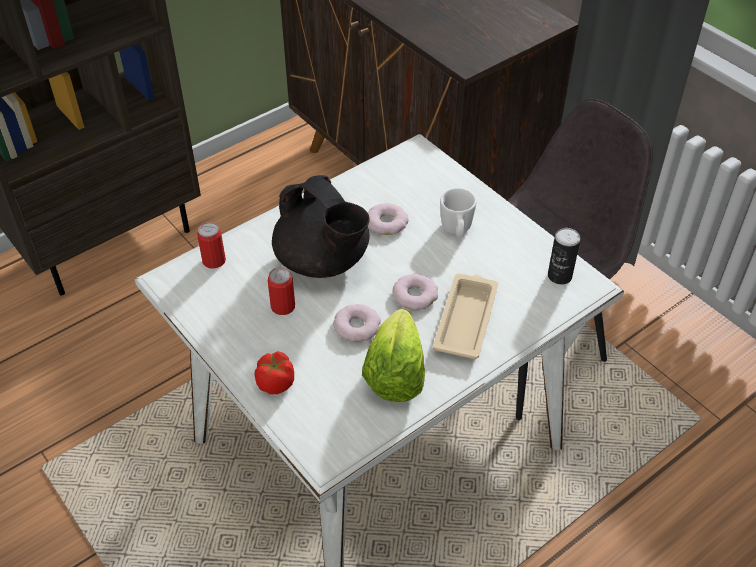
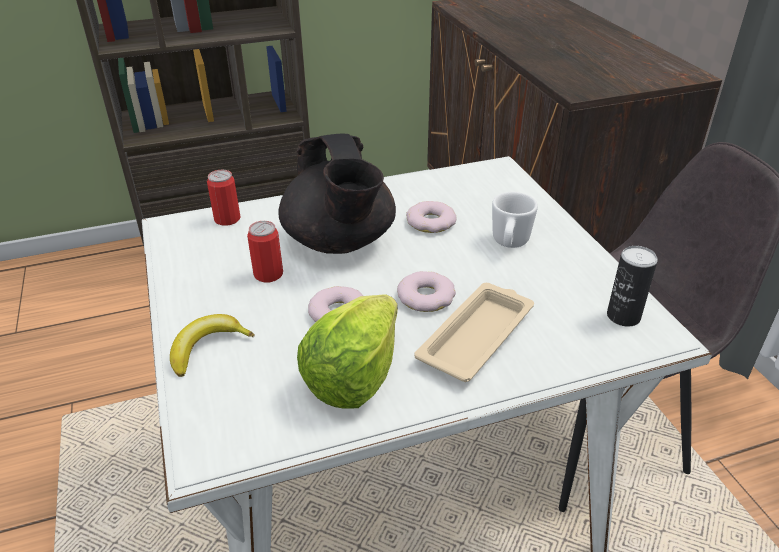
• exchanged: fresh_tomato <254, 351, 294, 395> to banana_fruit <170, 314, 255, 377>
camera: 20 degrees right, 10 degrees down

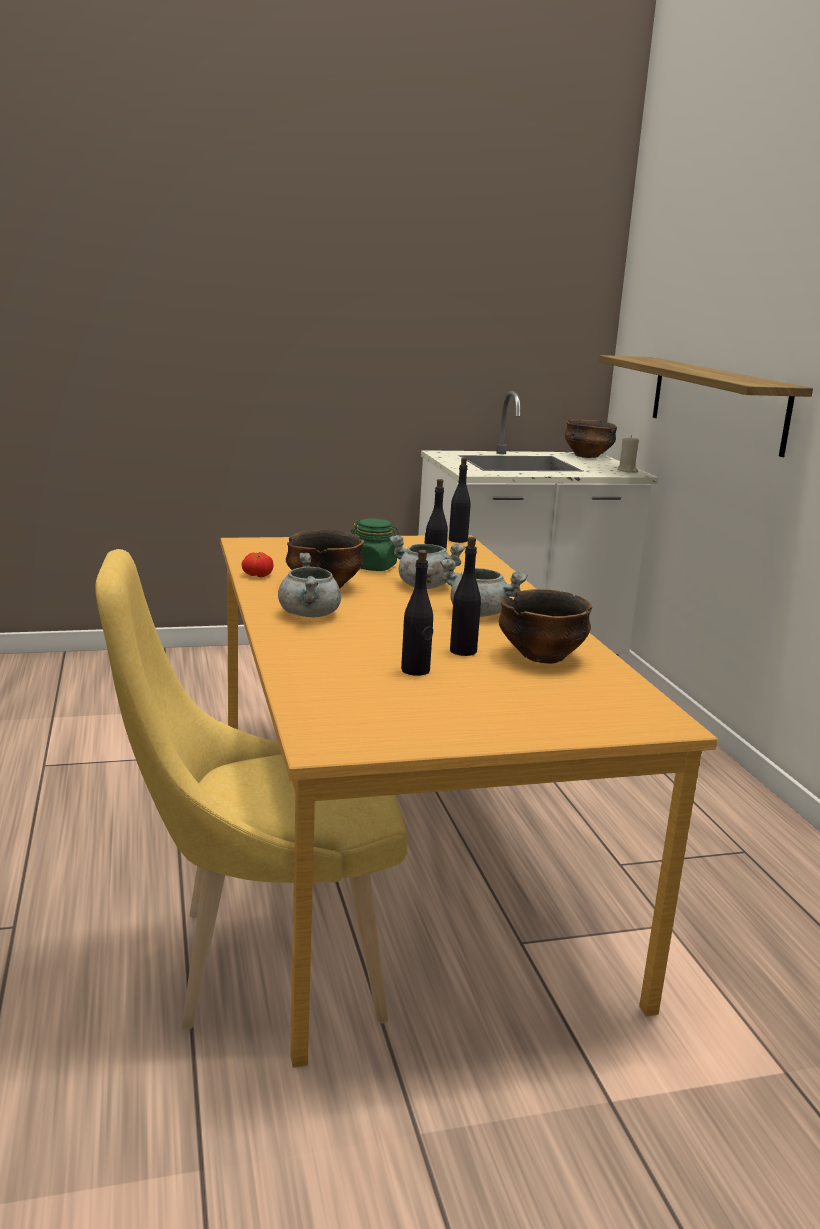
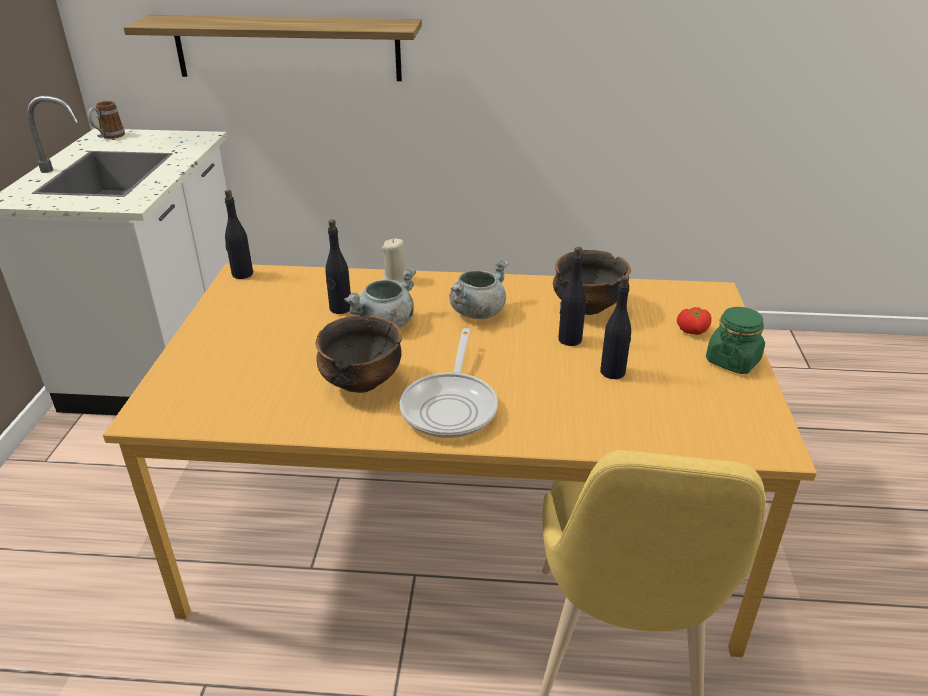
• exchanged: bowl <565, 420, 617, 458> to tea_mug <88, 101, 125, 139>
• relocated: beige_wax_light <617, 435, 639, 473> to <382, 239, 405, 283>
• exchanged: greyish_stockpot <278, 553, 341, 617> to pan <400, 328, 498, 438>
• relocated: fresh_tomato <242, 552, 274, 577> to <677, 307, 711, 335>
• relocated: green-coloured_preserve_jar <351, 519, 400, 571> to <706, 307, 765, 374>
camera: 70 degrees left, 15 degrees up

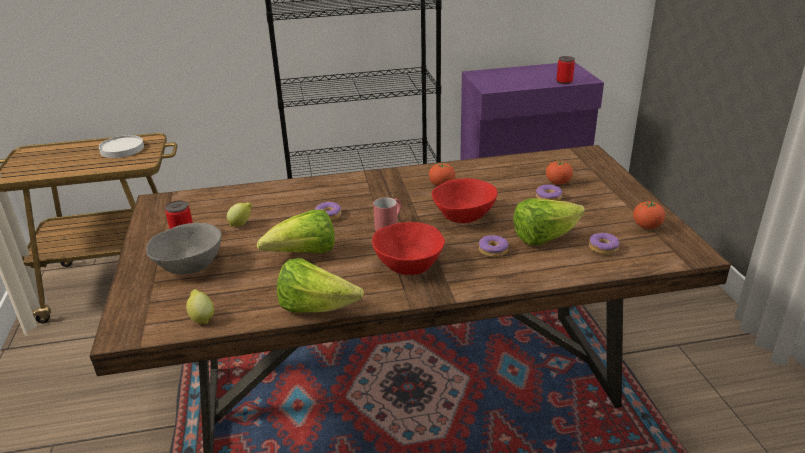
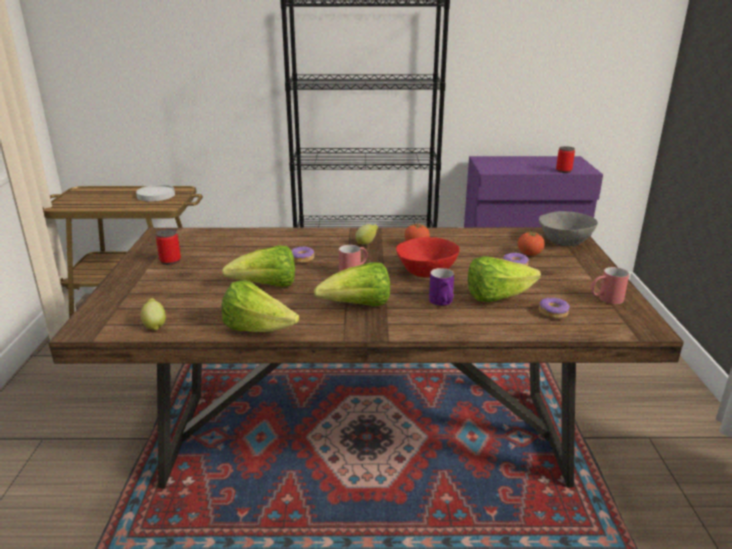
• exchanged: reddish_bowl <372, 222, 445, 275> to lettuce_head <314, 262, 390, 307>
• relocated: citrus_fruit <227, 202, 252, 227> to <355, 224, 378, 245>
• exchanged: doughnut <479, 235, 508, 258> to purple_tea_mug <429, 268, 454, 306>
• relocated: greyish_bowl <146, 223, 222, 274> to <539, 211, 598, 246>
• exchanged: fresh_tomato <633, 201, 665, 229> to reddish_tea_mug <590, 267, 629, 304>
camera: 10 degrees right, 5 degrees down

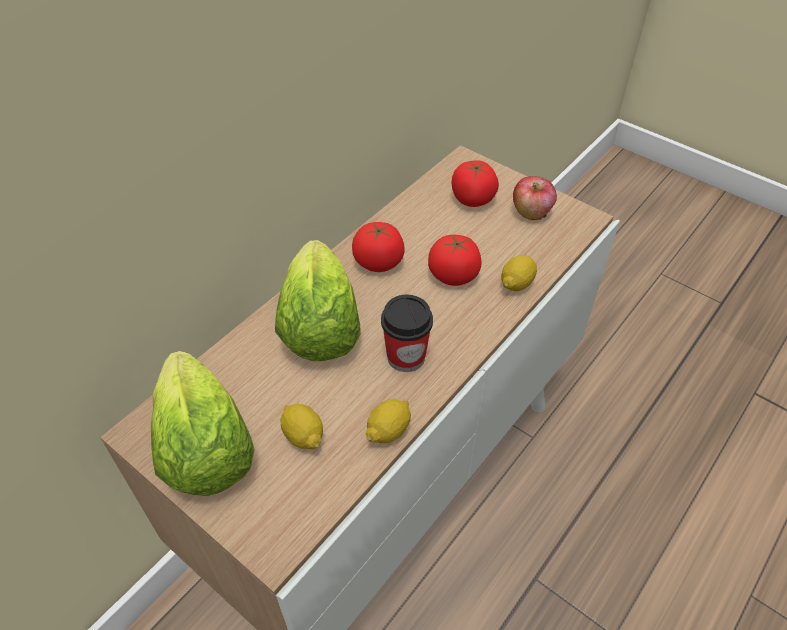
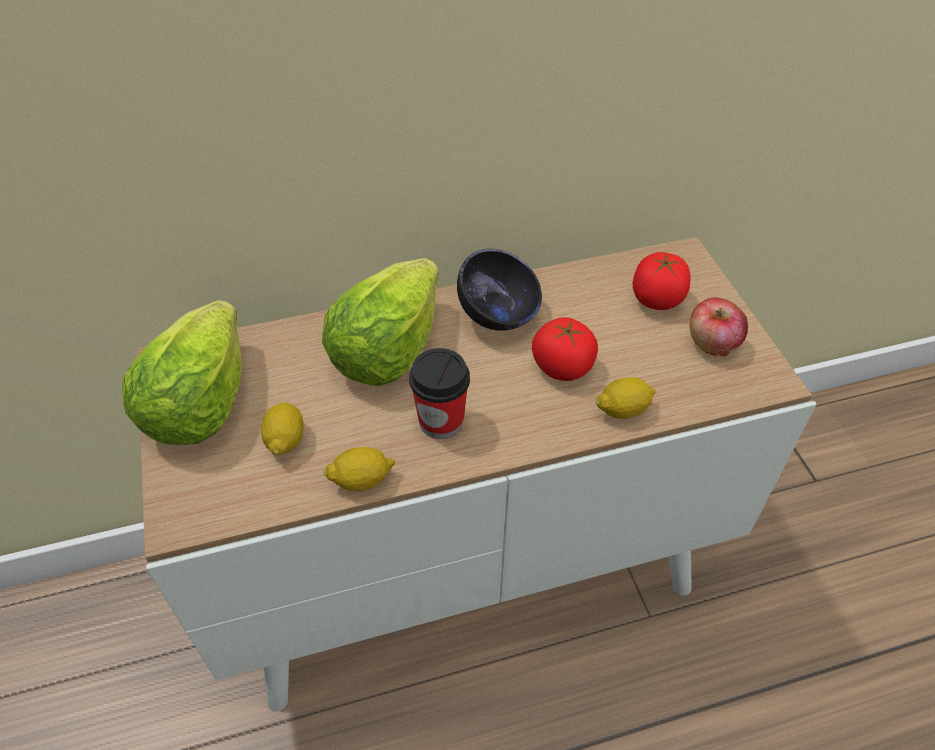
• exchanged: fresh_tomato <352, 222, 404, 272> to blackish_bowl <457, 249, 542, 331>
camera: 35 degrees right, 0 degrees up

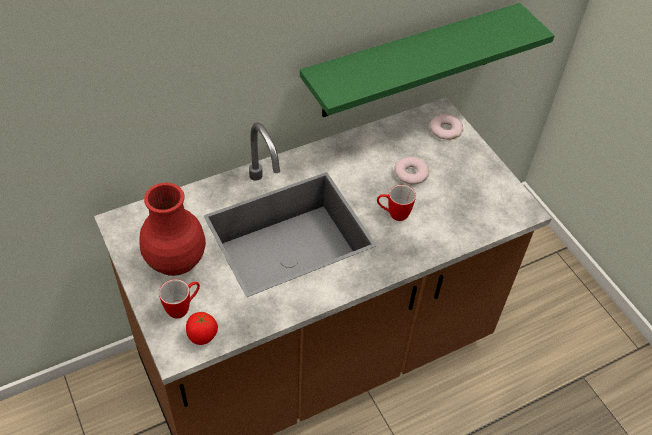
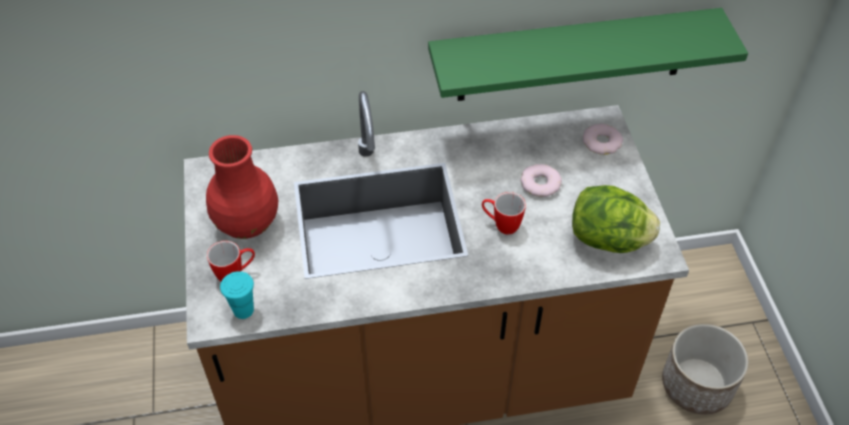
• exchanged: fresh_tomato <186, 312, 218, 345> to turquoise-coloured_drinking_cup <220, 271, 254, 319>
• appeared: lettuce_head <572, 185, 660, 253>
• appeared: flower_pot <662, 324, 749, 414>
camera: 20 degrees right, 0 degrees up

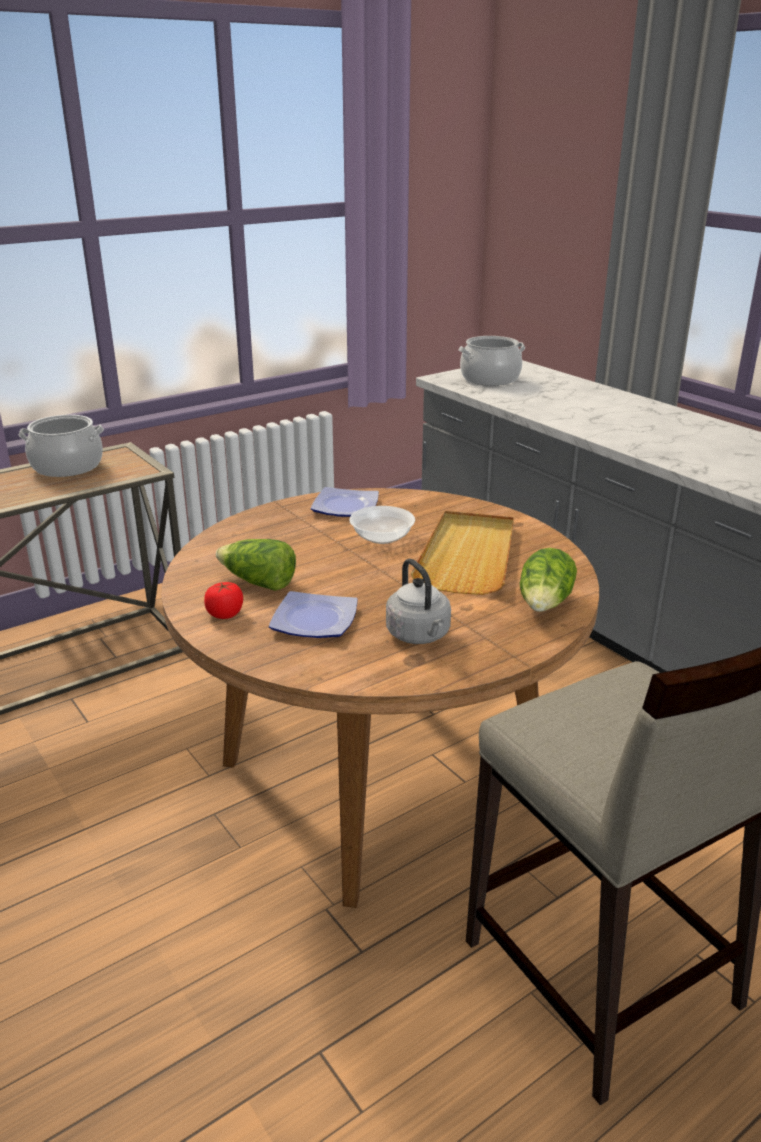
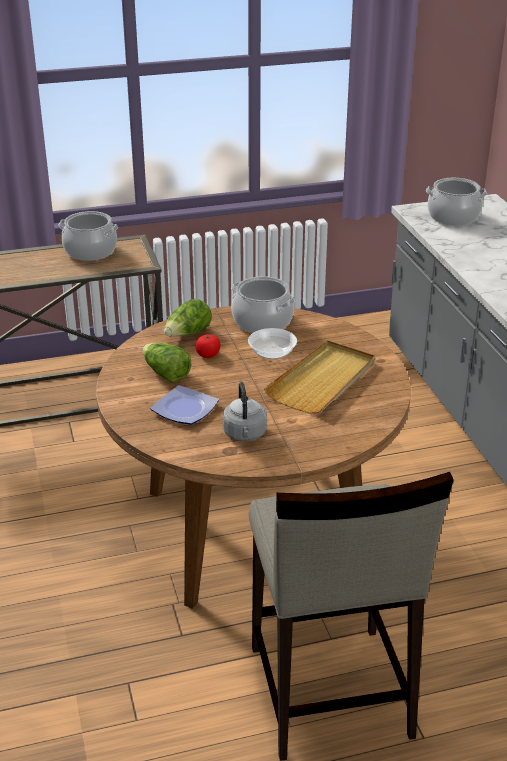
• relocated: lettuce_head <520, 548, 577, 612> to <164, 299, 212, 337>
• relocated: fresh_tomato <204, 582, 243, 619> to <196, 335, 220, 358>
• exchanged: dinner_plate <311, 487, 379, 517> to stockpot <231, 276, 295, 333>
camera: 20 degrees right, 5 degrees up

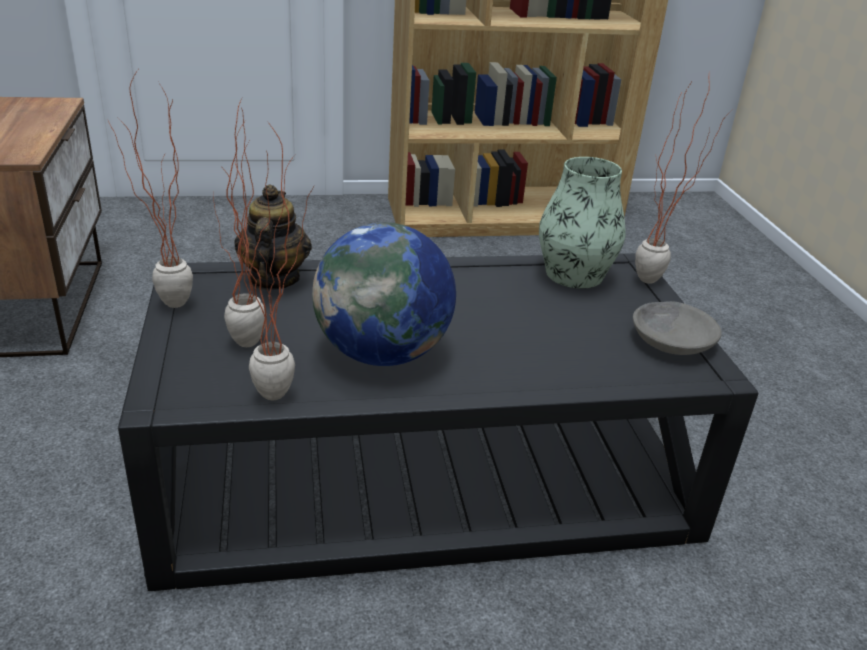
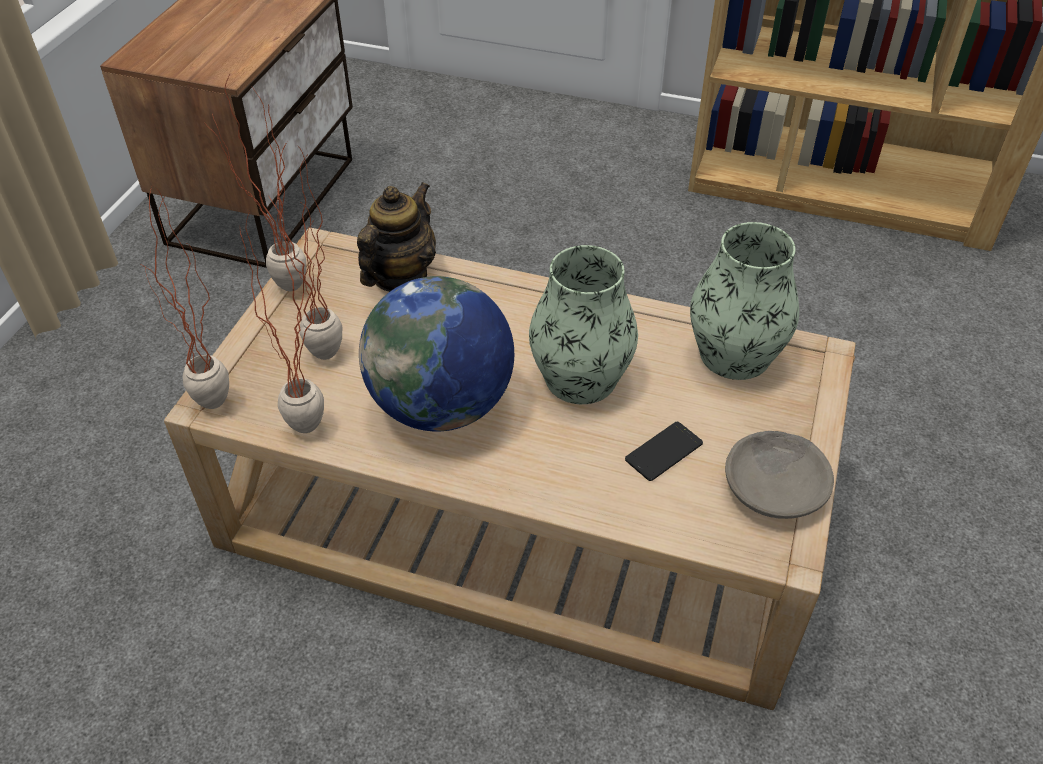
• relocated: houseplant <635, 80, 732, 284> to <139, 187, 229, 409>
• colour: blackish_coffee_table <118, 253, 759, 591> to beige_coffee_table <164, 227, 855, 710>
• appeared: decorative_vase <529, 245, 638, 404>
• appeared: telephone <625, 422, 703, 481>
camera: 30 degrees right, 15 degrees up

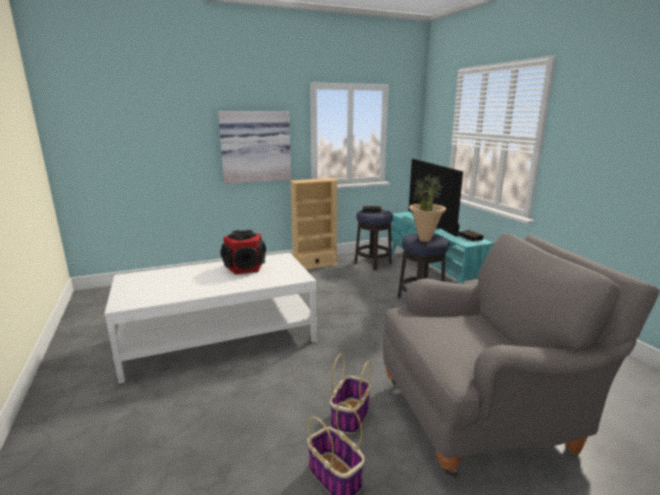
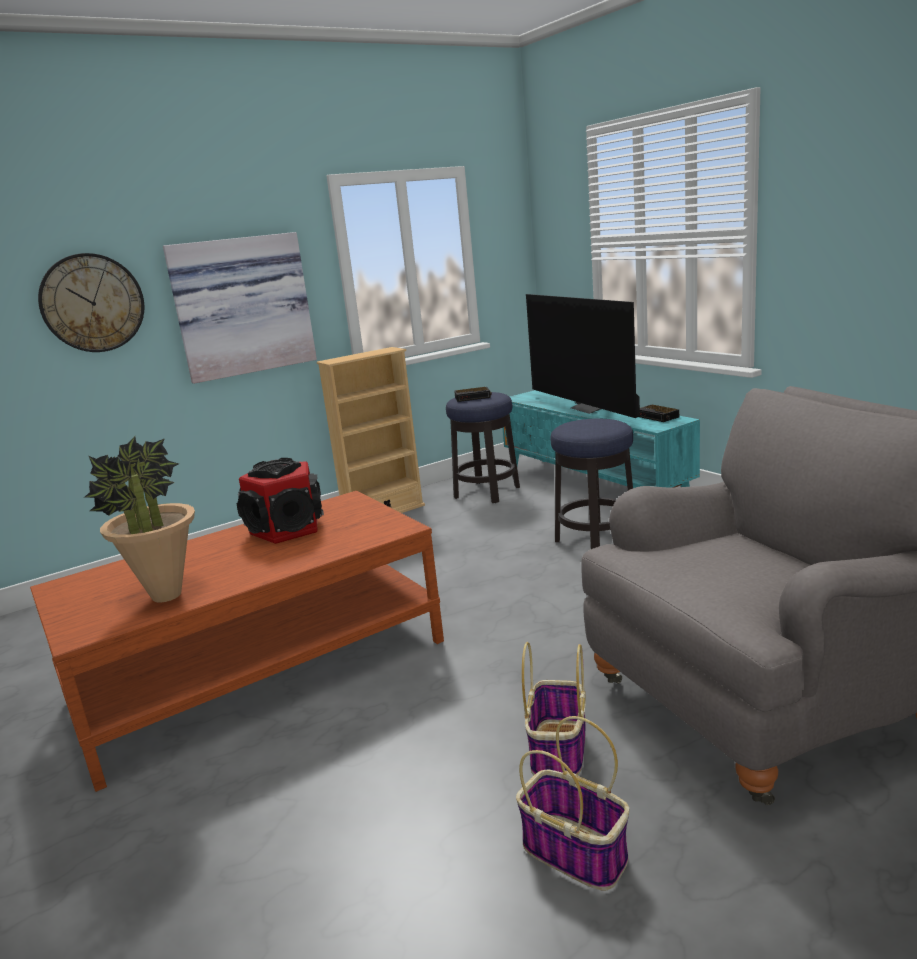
• colour: white-coloured_coffee_table <104, 253, 317, 384> to brownish_coffee_table <30, 491, 444, 792>
• appeared: clock_on_the_wall <38, 253, 144, 352>
• relocated: houseplant <409, 174, 446, 242> to <85, 436, 195, 602>
camera: 10 degrees left, 0 degrees up

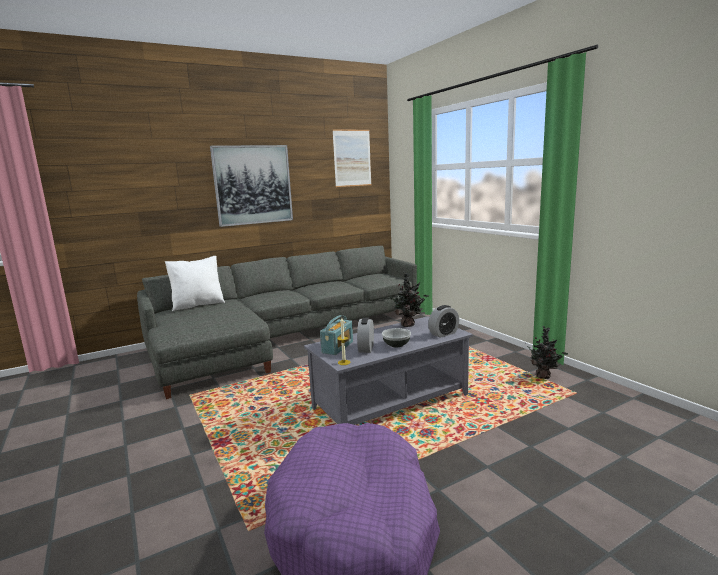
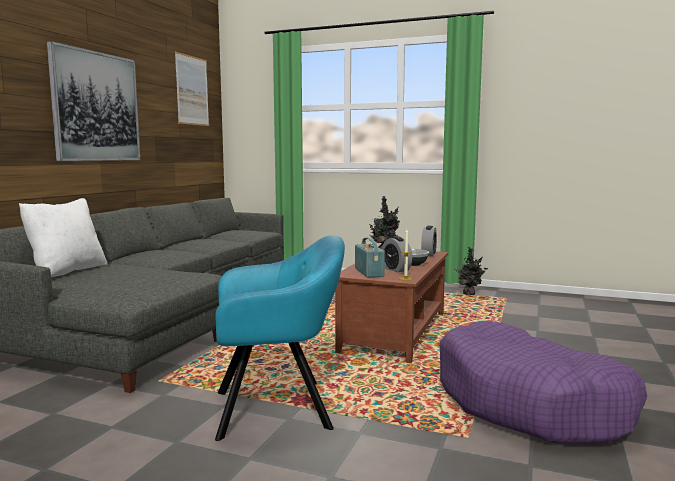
• appeared: turquoise-coloured_easy_chair <215, 235, 345, 441>
• colour: greyish_coffee_table <304, 316, 473, 425> to brownish_coffee_table <335, 251, 448, 363>
camera: 40 degrees left, 5 degrees down

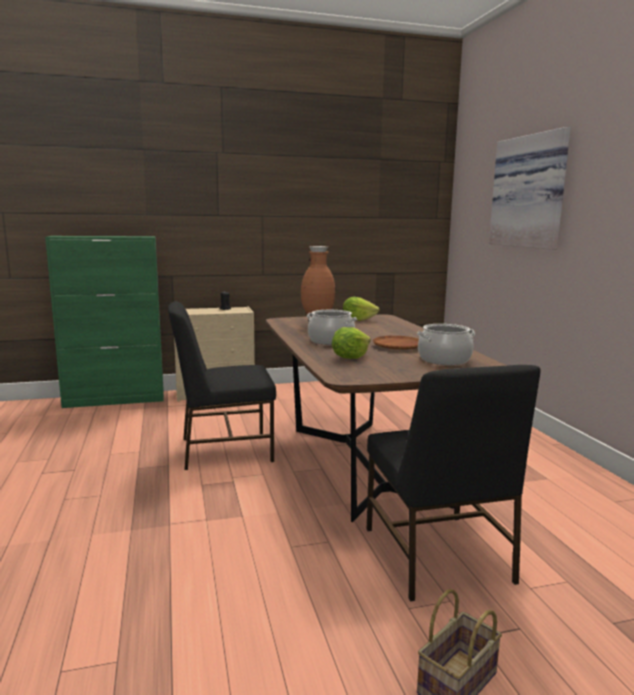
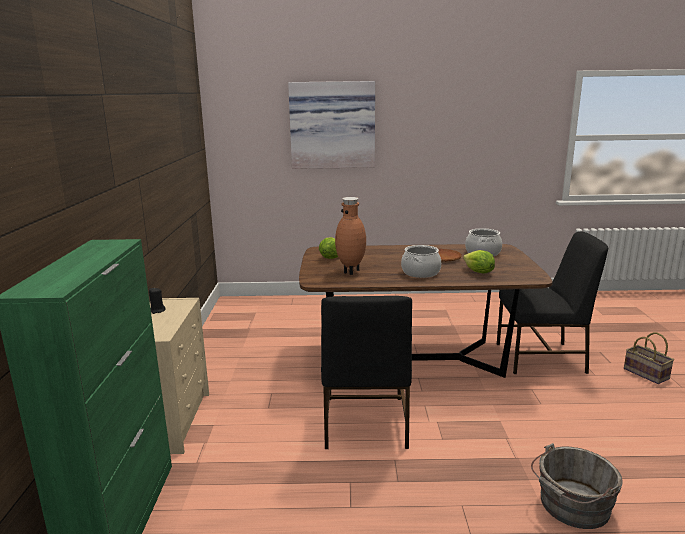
• appeared: greyish_water_bucket <531, 443, 622, 529>
camera: 75 degrees left, 5 degrees up

